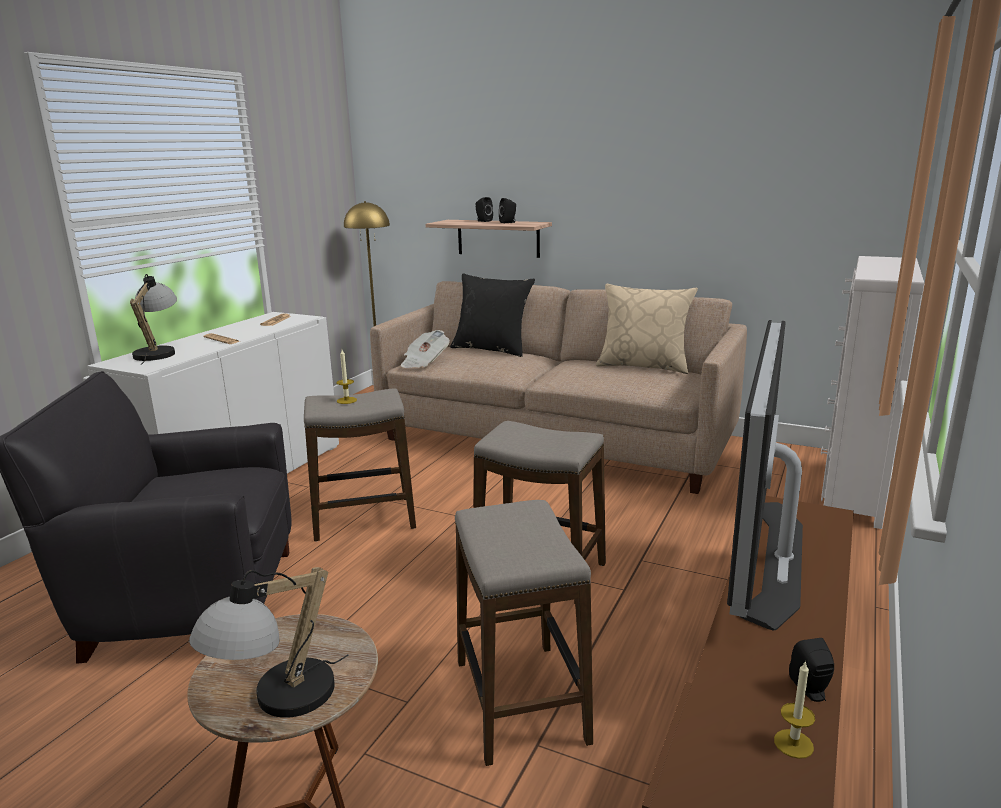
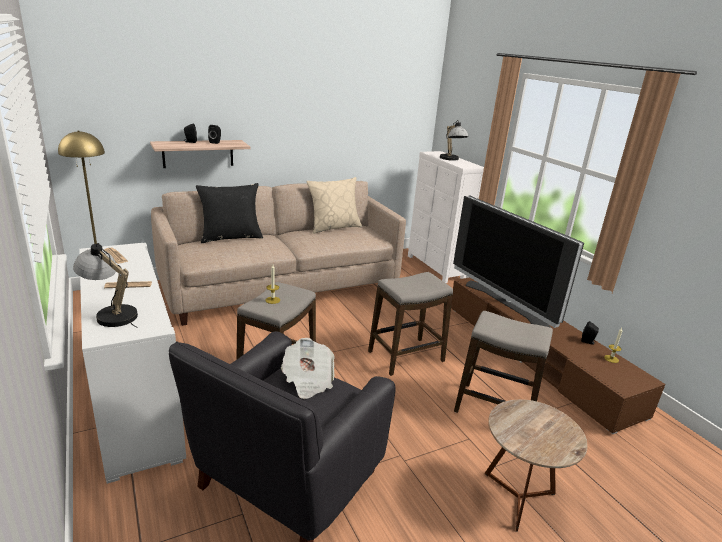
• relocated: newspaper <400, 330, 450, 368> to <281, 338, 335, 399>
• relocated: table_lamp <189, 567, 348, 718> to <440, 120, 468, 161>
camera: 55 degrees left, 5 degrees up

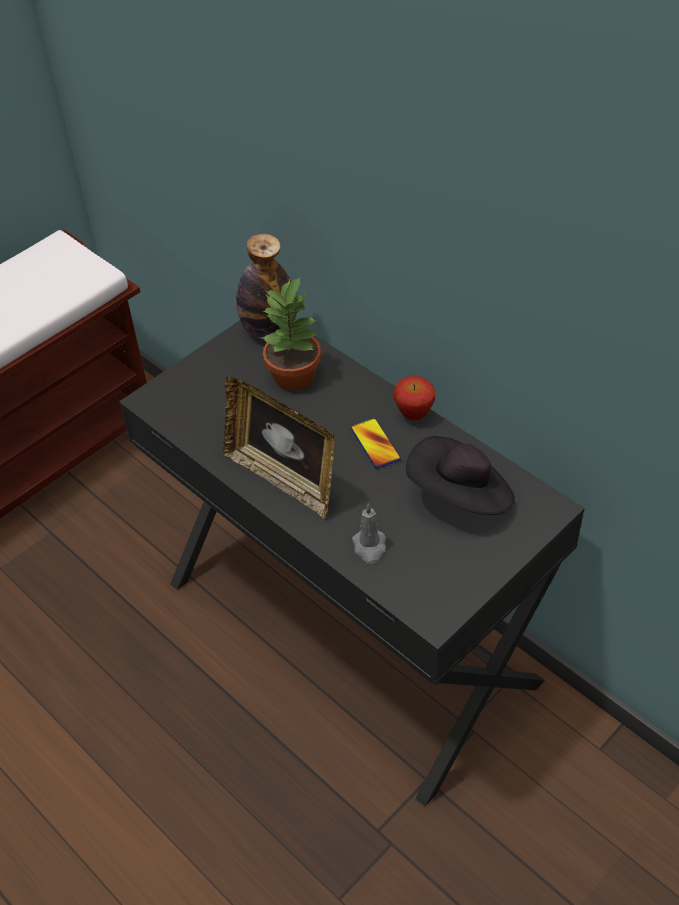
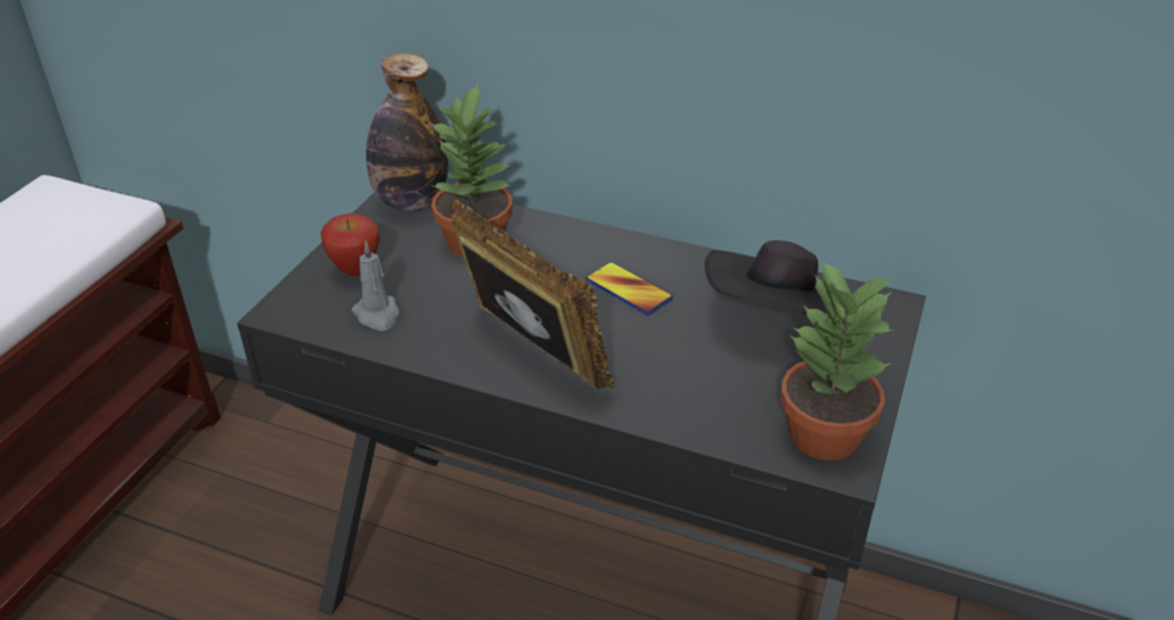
• relocated: apple_fruit <394, 376, 435, 420> to <321, 213, 380, 276>
• relocated: greyish_wax_light <352, 503, 386, 564> to <352, 241, 400, 331>
• spun: standing_frame <223, 376, 334, 519> = <450, 197, 614, 389> 150 degrees counterclockwise
• appeared: houseplant <781, 260, 894, 461>
camera: 25 degrees left, 10 degrees down

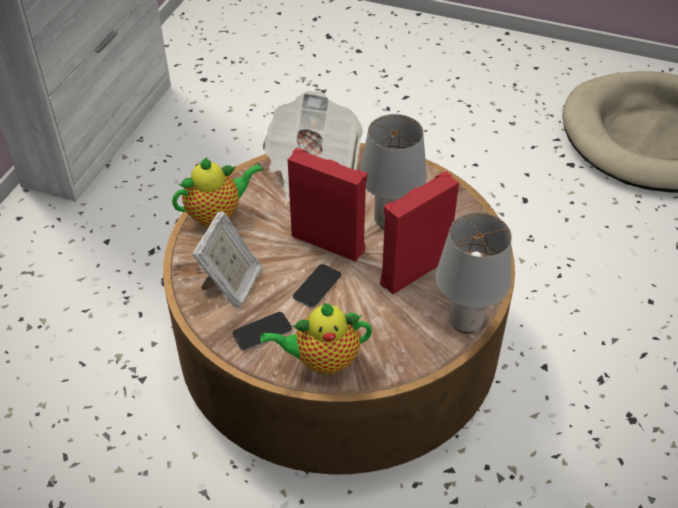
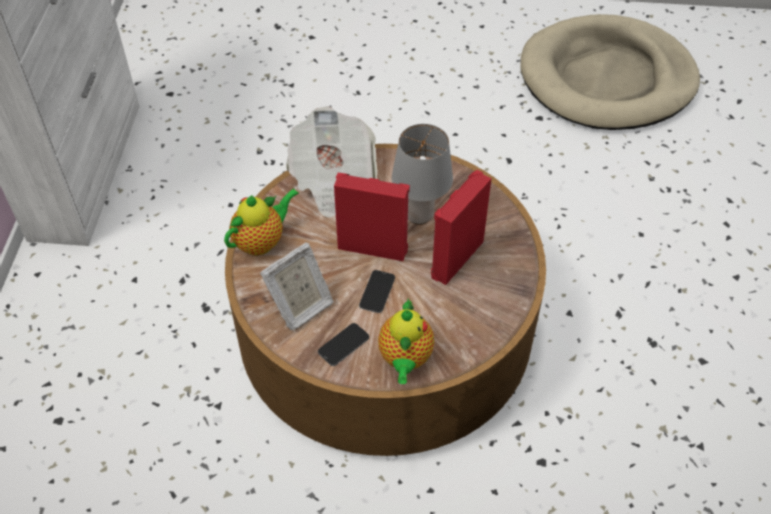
• spun: standing_frame <192, 211, 262, 308> = <260, 242, 334, 330> 45 degrees clockwise
• spun: pot_for_tea <260, 303, 372, 375> = <378, 298, 434, 384> 60 degrees counterclockwise
• missing: greyish_table_lamp <436, 213, 512, 333>
camera: 15 degrees left, 5 degrees up

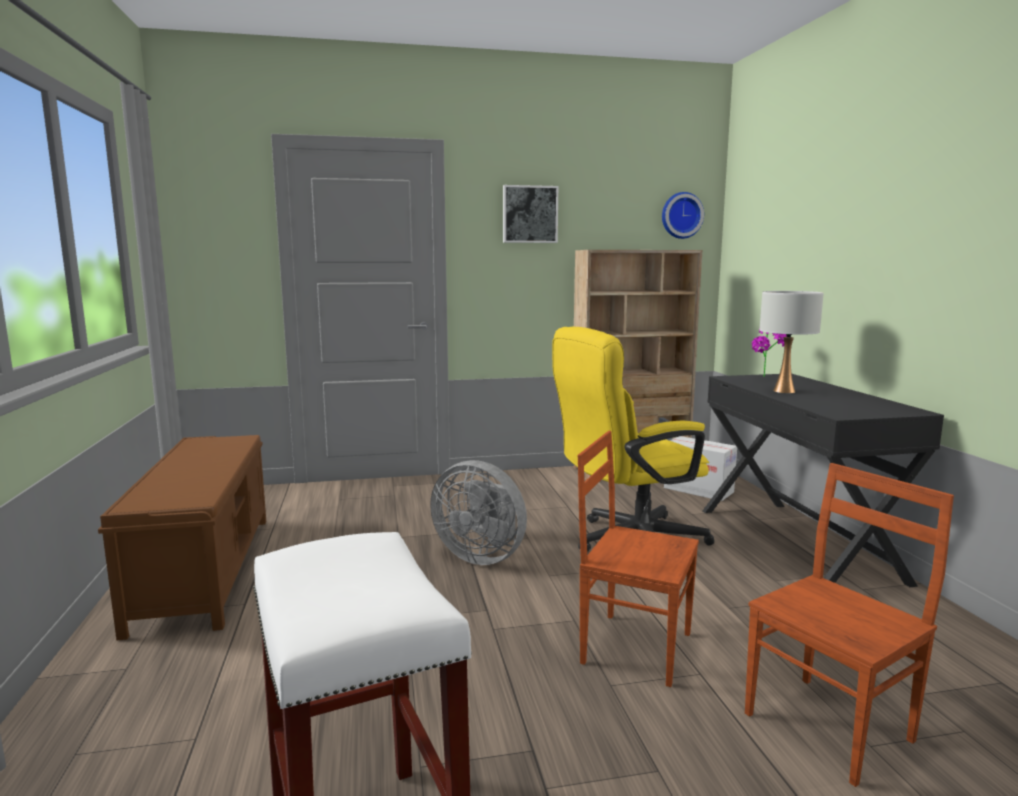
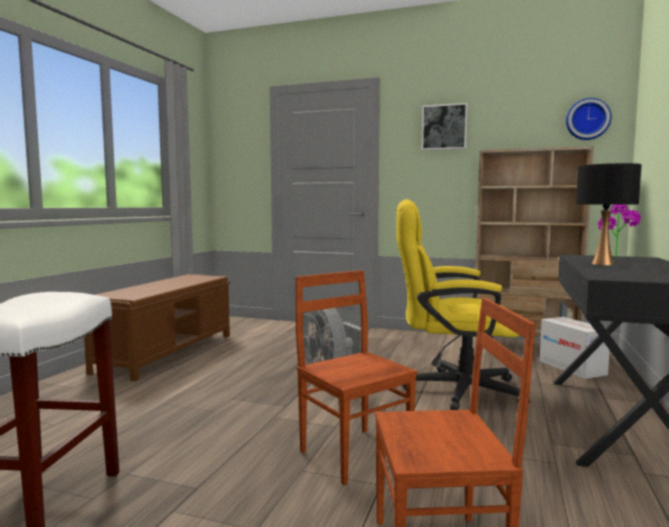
• colour: white-coloured_table_lamp <759, 291, 824, 393> to blackish_table_lamp <576, 163, 641, 265>
camera: 30 degrees right, 5 degrees down

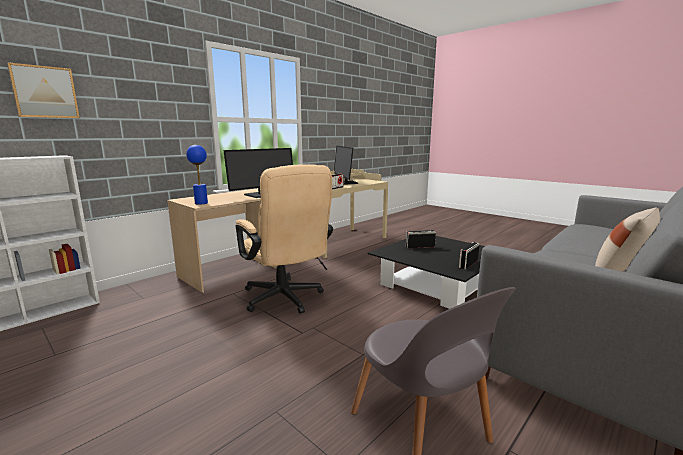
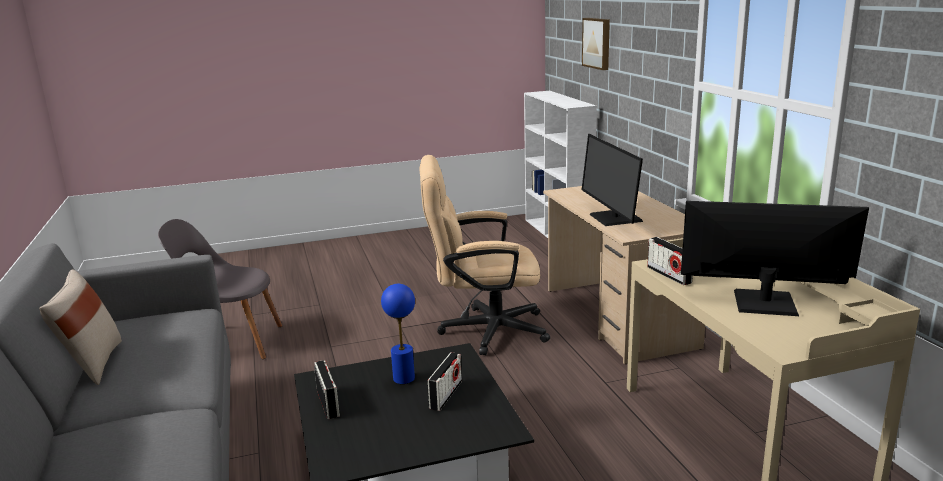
• relocated: blue_table_lamp <186, 145, 208, 205> to <381, 284, 415, 384>
camera: 120 degrees right, 5 degrees up

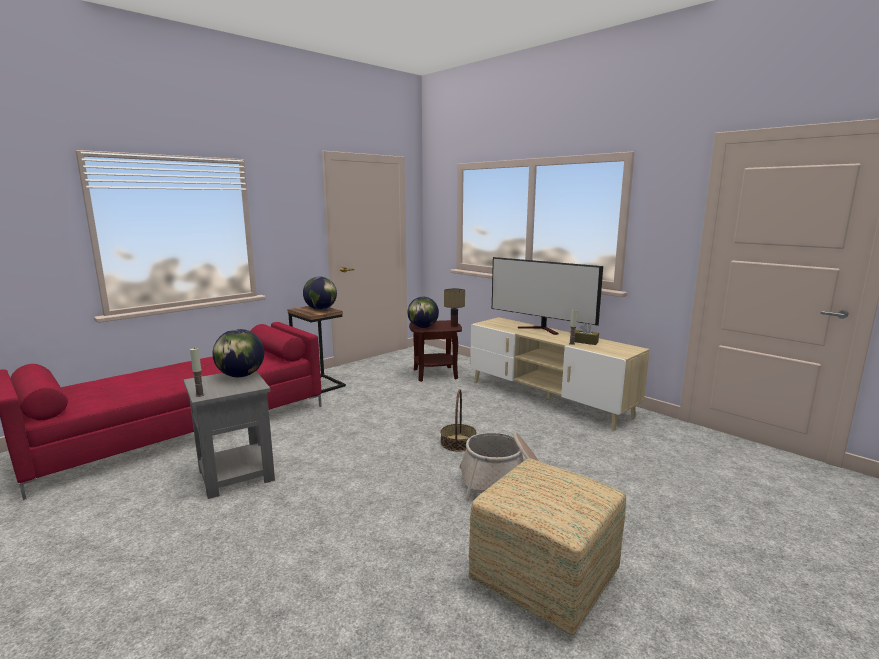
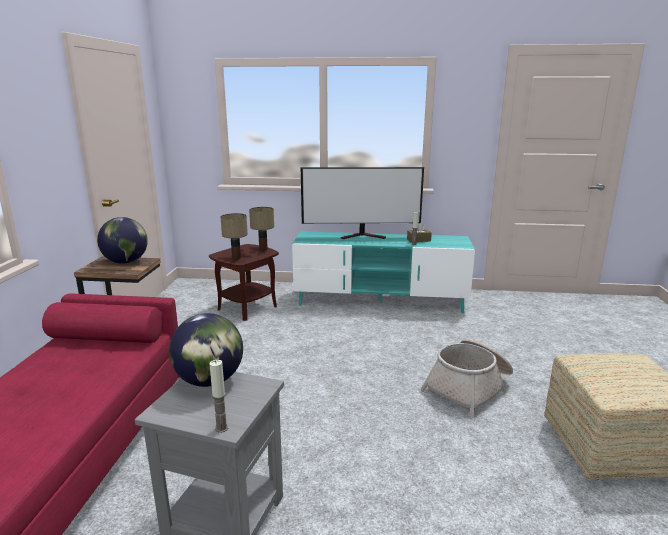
• exchanged: desk_globe <408, 297, 439, 328> to table_lamp <221, 213, 248, 260>
• colour: beige_tv_unit <470, 317, 650, 431> to turquoise-coloured_tv_unit <292, 231, 475, 313>
• missing: household_basket <440, 389, 477, 452>
camera: 40 degrees left, 5 degrees up

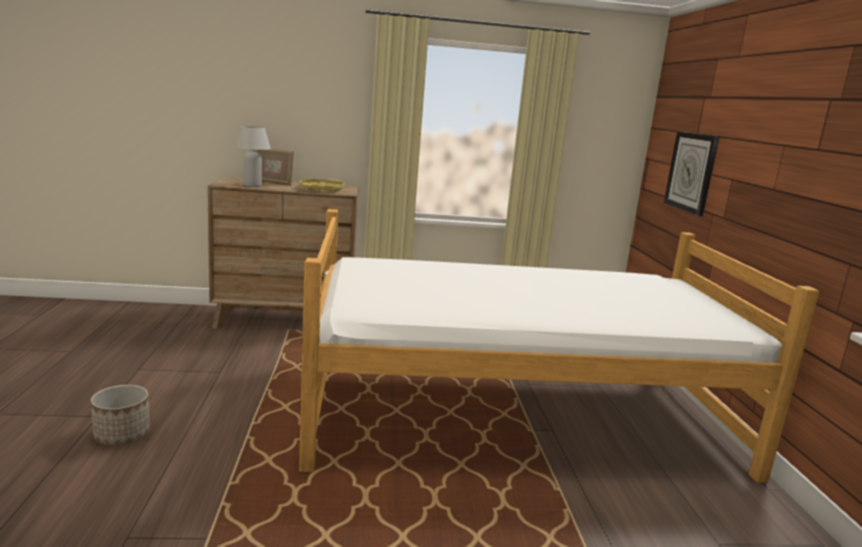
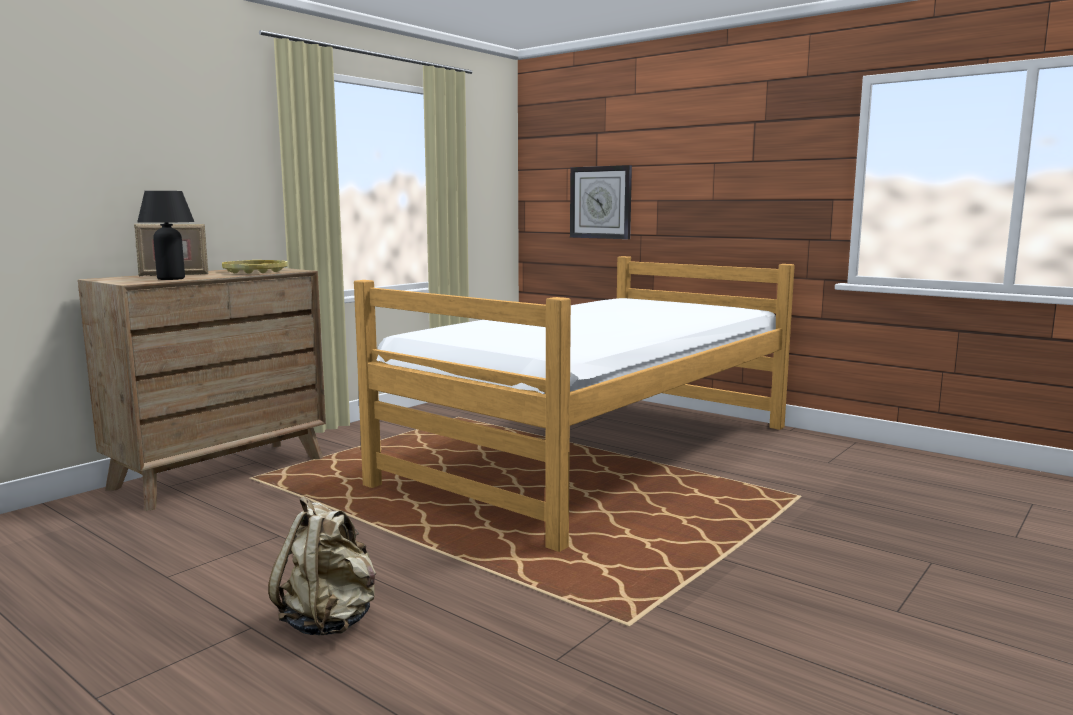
• colour: white-coloured_table_lamp <235, 126, 271, 187> to blackish_table_lamp <137, 191, 194, 280>
• exchanged: flower_pot <91, 385, 150, 445> to beige_backpack <268, 496, 376, 635>
camera: 45 degrees left, 5 degrees down

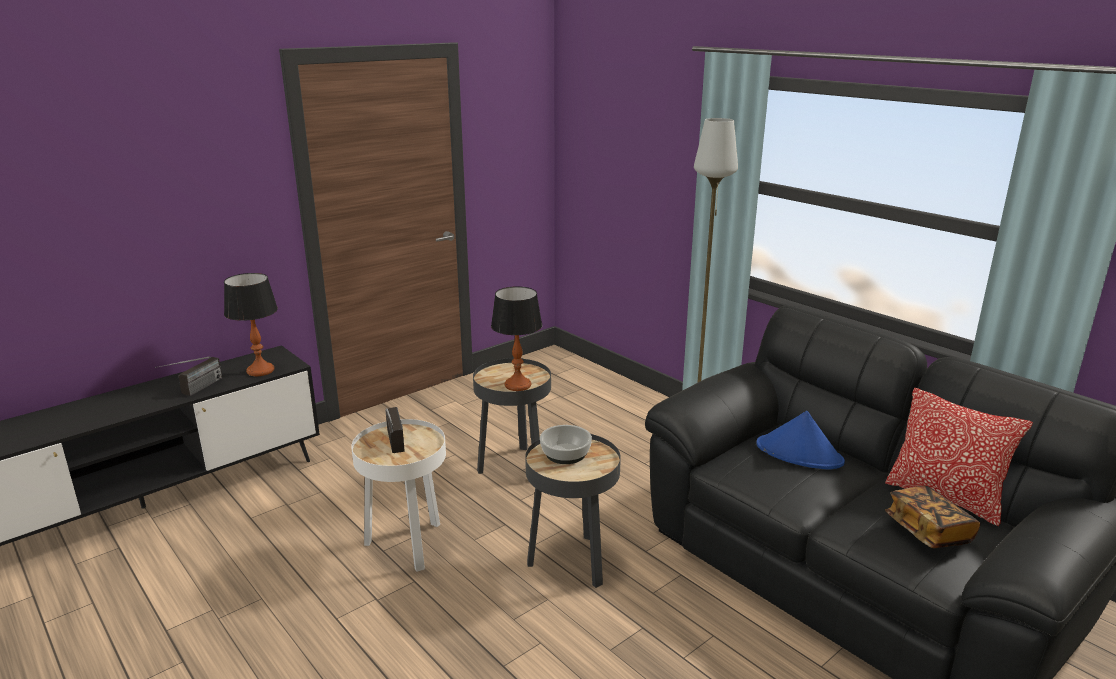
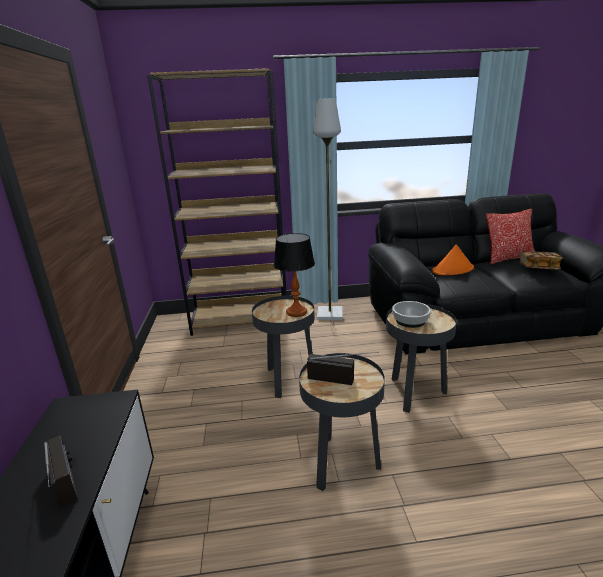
• appeared: brownish_bookcase <147, 68, 287, 336>
• colour: white-coloured_side_table <351, 419, 446, 572> to blackish_side_table <299, 353, 385, 491>
• colour: blue_hat <756, 411, 845, 469> to orange_hat <432, 244, 474, 275>
• missing: table_lamp <224, 273, 278, 376>
camera: 55 degrees left, 0 degrees up

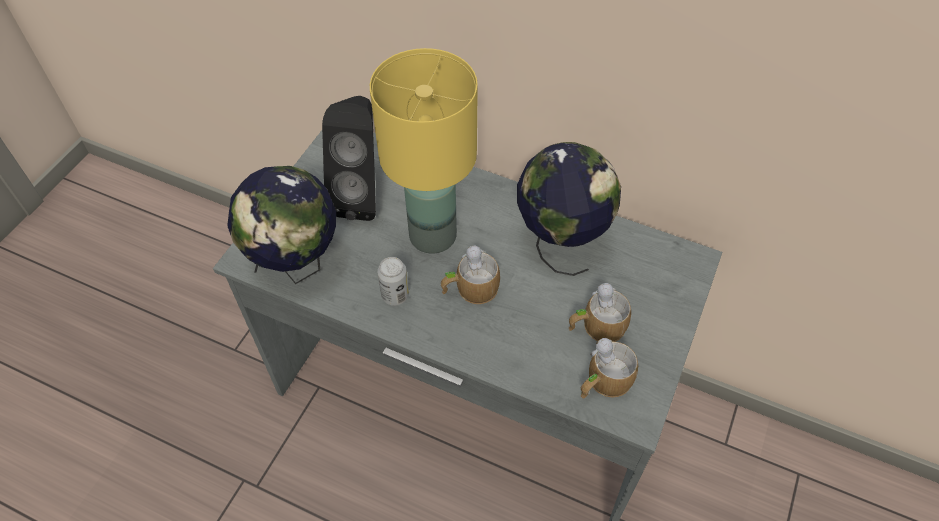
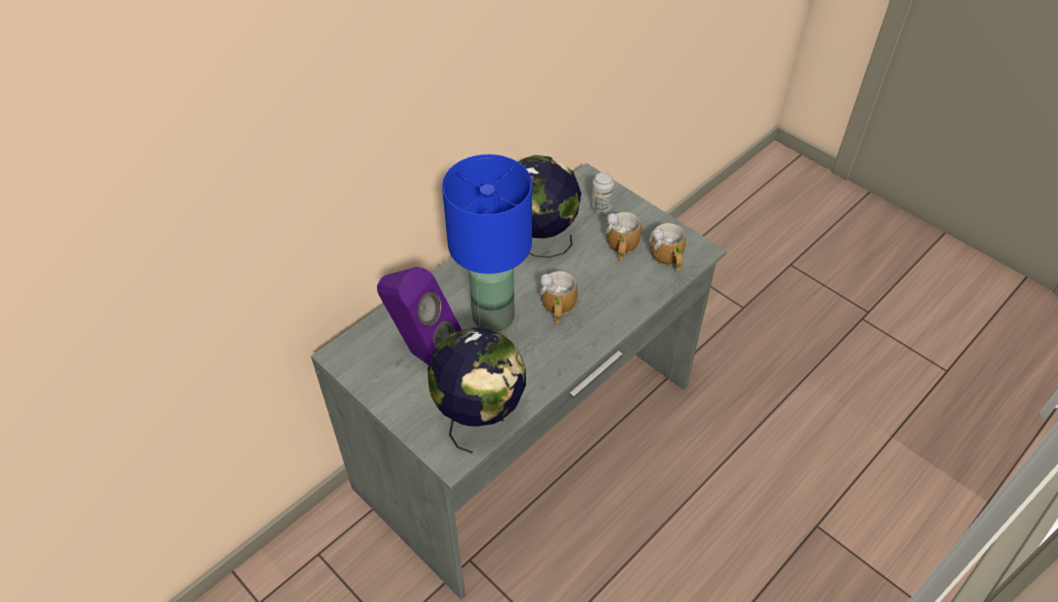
• colour: blackish_loudspeaker <322, 96, 376, 221> to purple_loudspeaker <377, 267, 462, 365>
• colour: yellowish_table_lamp <370, 48, 478, 254> to blue_table_lamp <442, 154, 532, 331>
• relocated: can <377, 257, 409, 306> to <591, 172, 614, 212>
camera: 70 degrees left, 5 degrees down

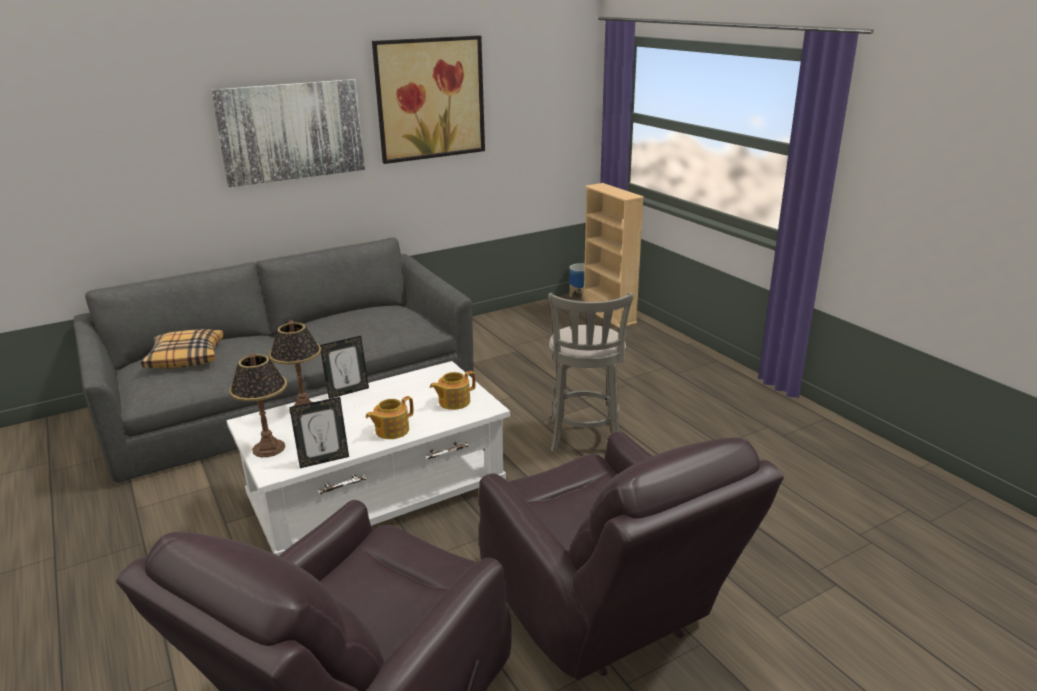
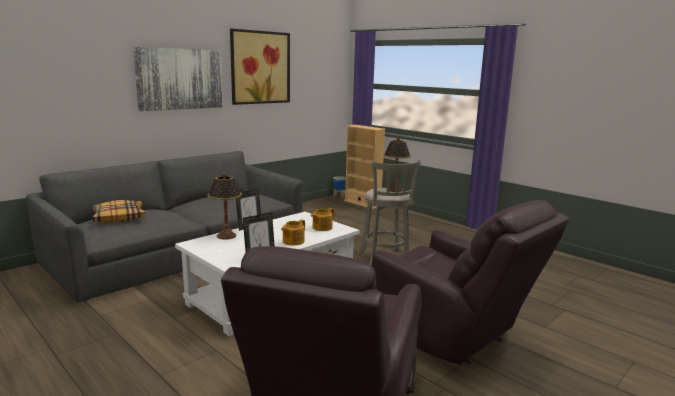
• relocated: table_lamp <229, 353, 287, 457> to <384, 137, 411, 192>
camera: 15 degrees left, 10 degrees down

